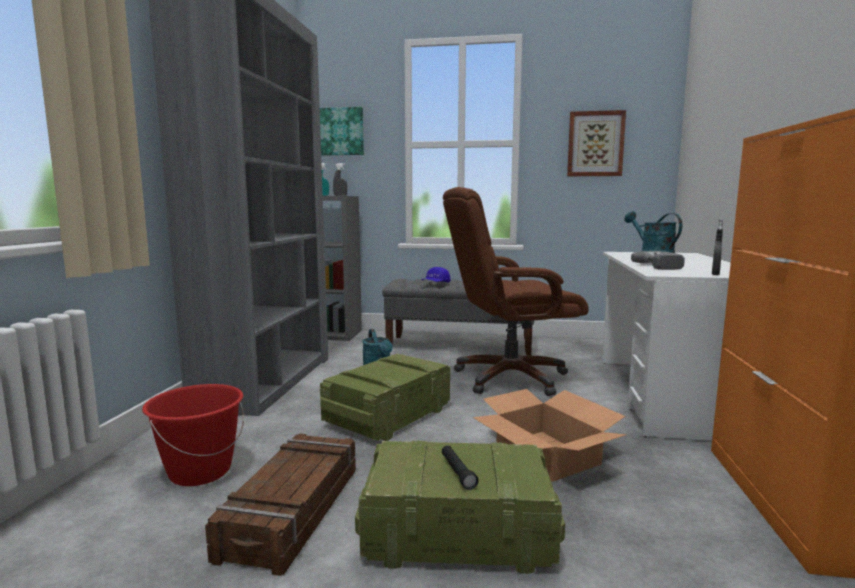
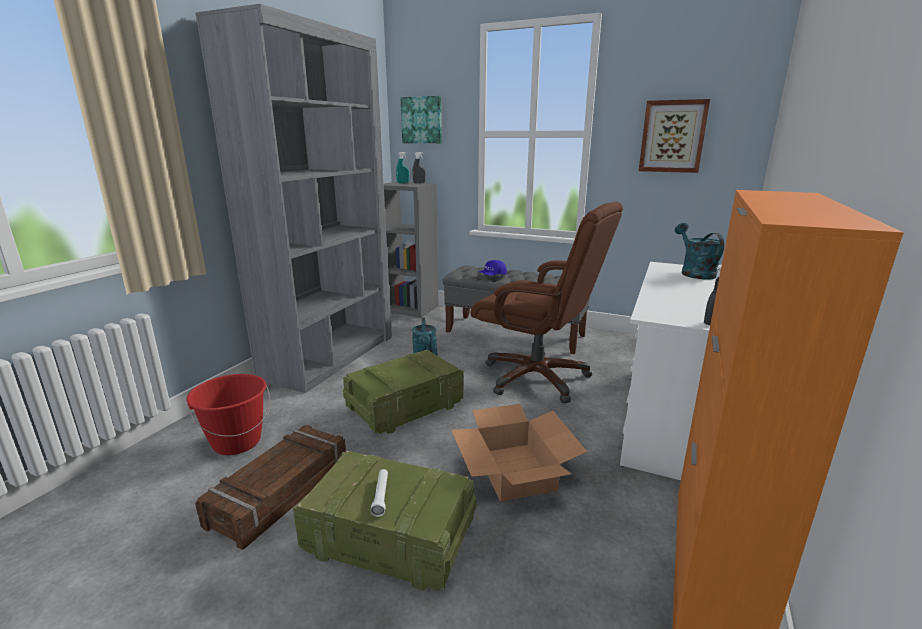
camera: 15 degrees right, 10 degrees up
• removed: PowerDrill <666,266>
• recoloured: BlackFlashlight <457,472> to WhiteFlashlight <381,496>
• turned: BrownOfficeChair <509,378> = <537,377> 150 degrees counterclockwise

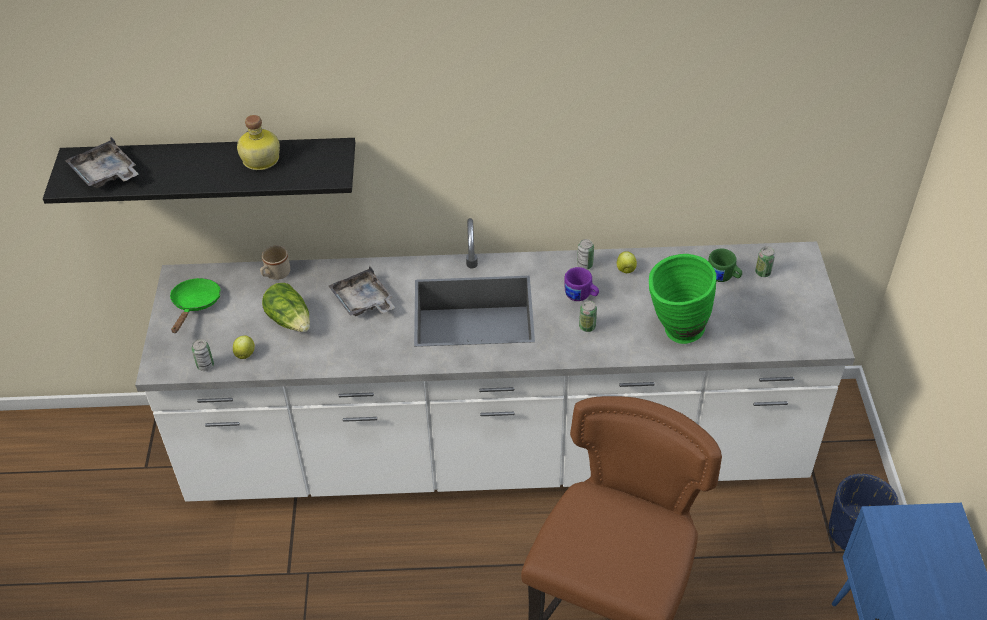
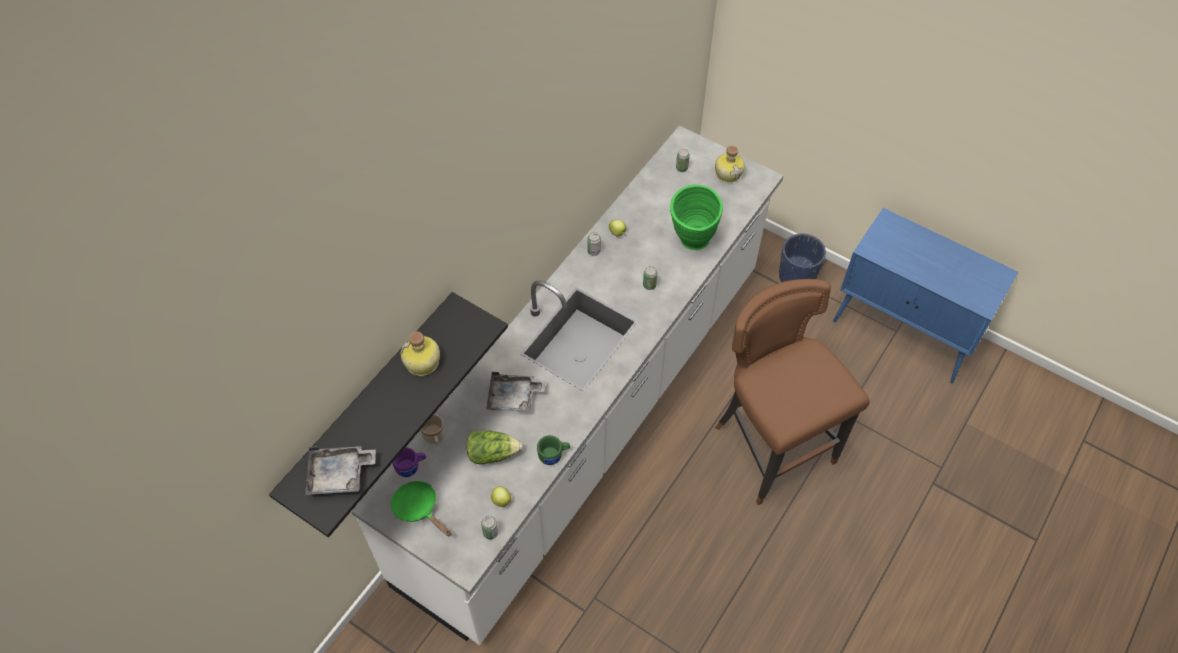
camera: 55 degrees left, 10 degrees up
• added: Bottle <728,173>
• moved: PurpleMug <581,296> to <411,467>
• moved: GreenMug <723,277> to <554,455>

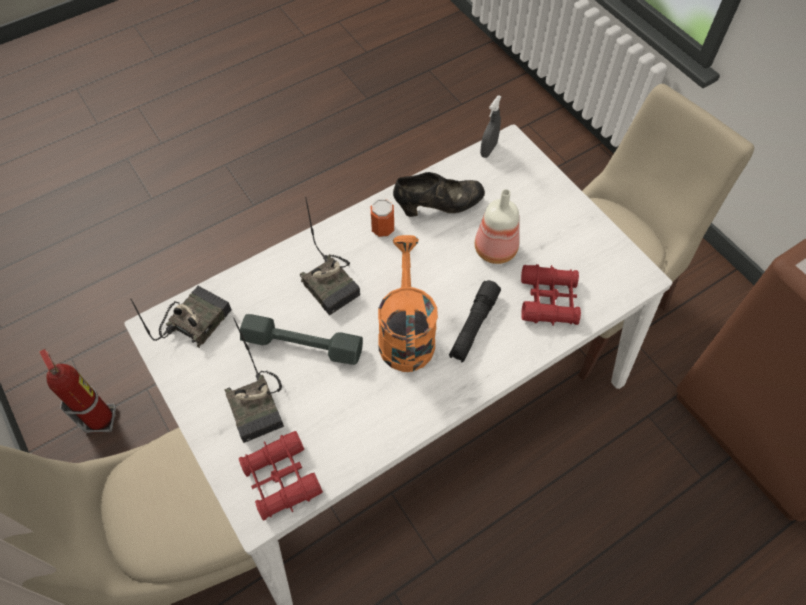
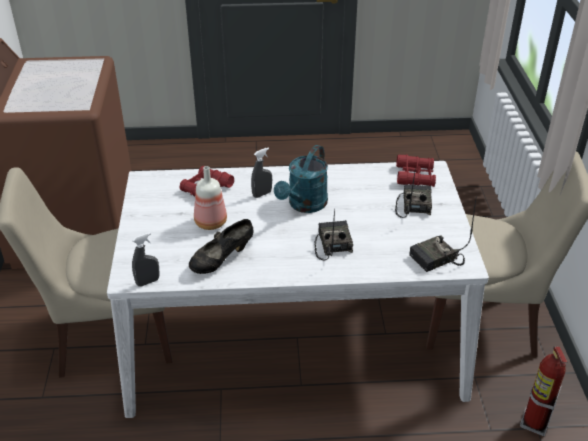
camera: 150 degrees left, 20 degrees down
• removed: GreyDumbbell <302,345>
• removed: Can <383,228>
• replaced: BlackFlashlight <473,326> to GreySprayBottle <262,194>
• recoloured: OrangeWateringCan <405,333> to TurquoiseWateringCan <304,205>
• turned: BlackShoe <439,206> = <222,260> 60 degrees counterclockwise

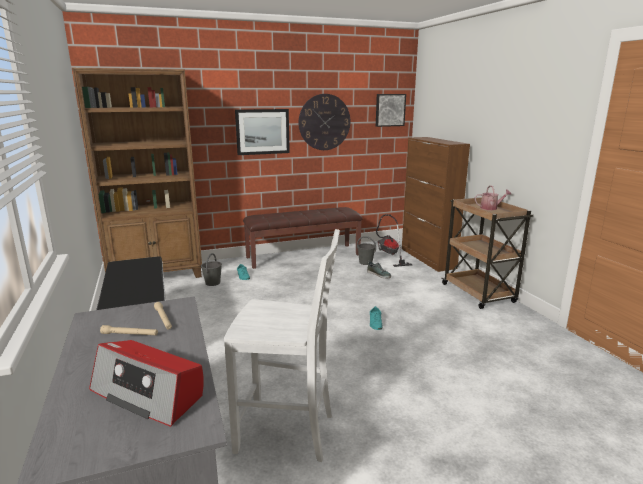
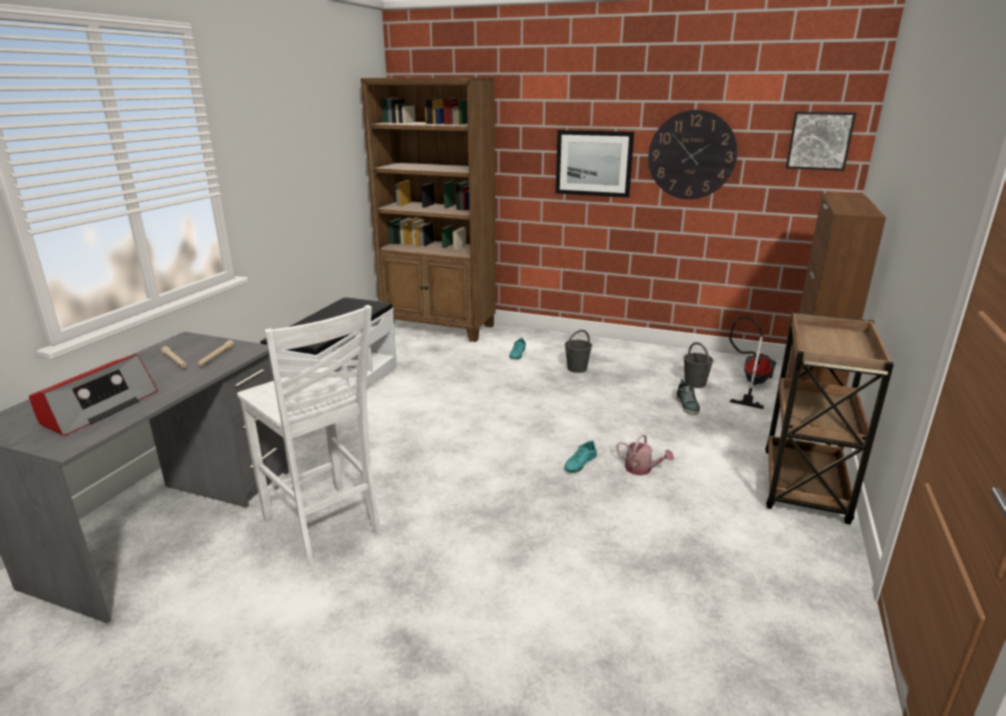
camera: 40 degrees right, 5 degrees up
• removed: BrownBench <303,256>
• moved: GreyBucket <213,283> to <577,368>
• moved: WateringCan <491,208> to <642,469>
• turned: Radio <149,393> = <98,408> 135 degrees counterclockwise

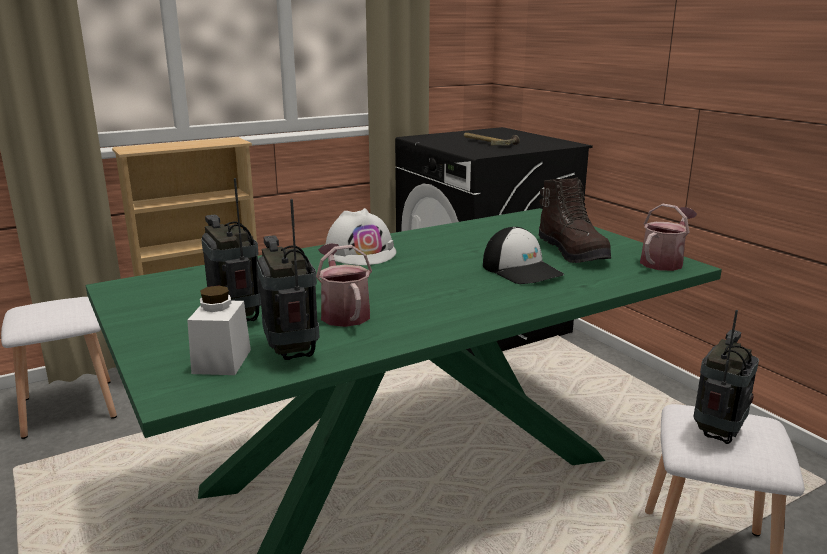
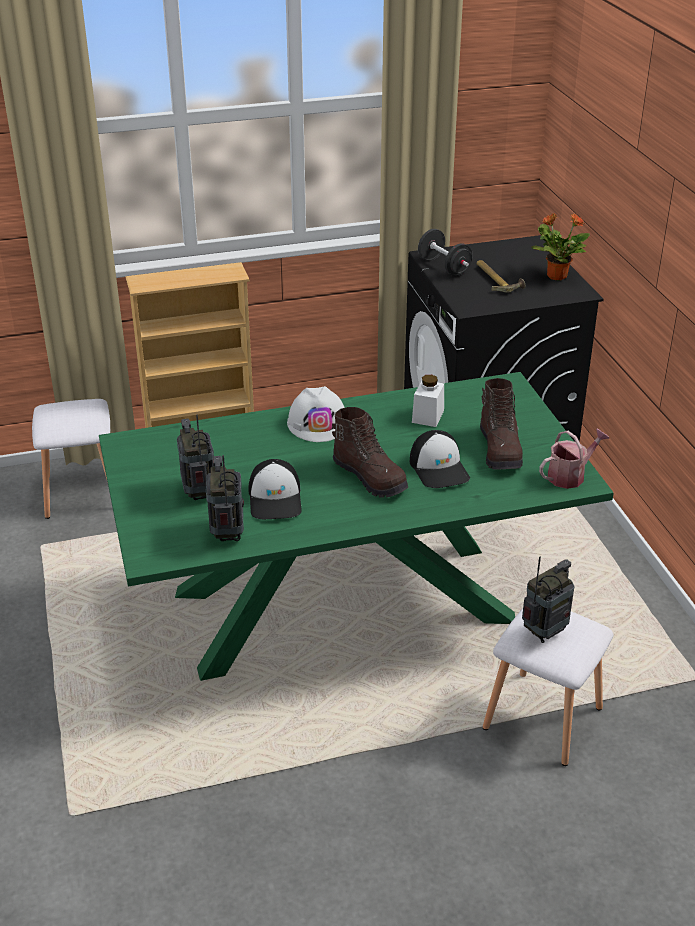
camera: 15 degrees right, 15 degrees up
• added: BrownBoot <370,477>
• added: BlackDumbbell <444,267>
• added: PottedPlant <556,276>
• moved: WhiteJar <222,361> to <428,416>
• replaced: WateringCan <343,313> to Cap <276,499>

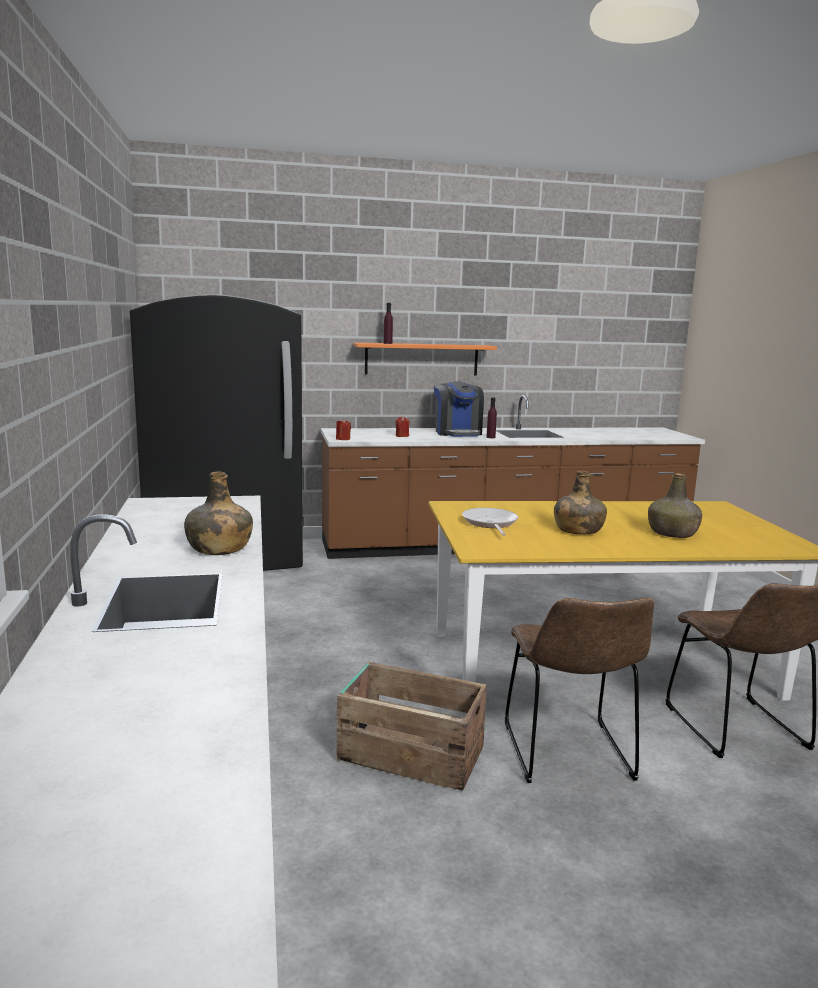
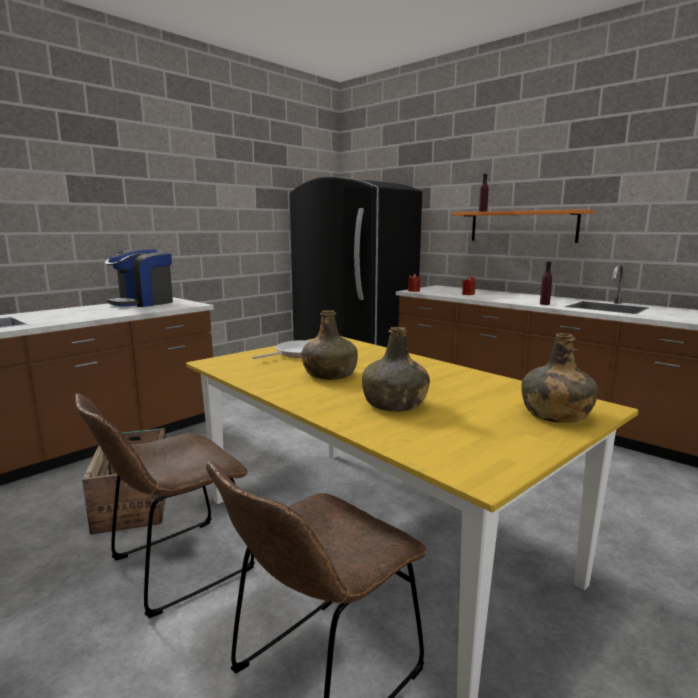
camera: 55 degrees right, 0 degrees up
• moved: GreenBottle <219,548> to <555,414>
• moved: CoffeeMachine <457,433> to <143,303>

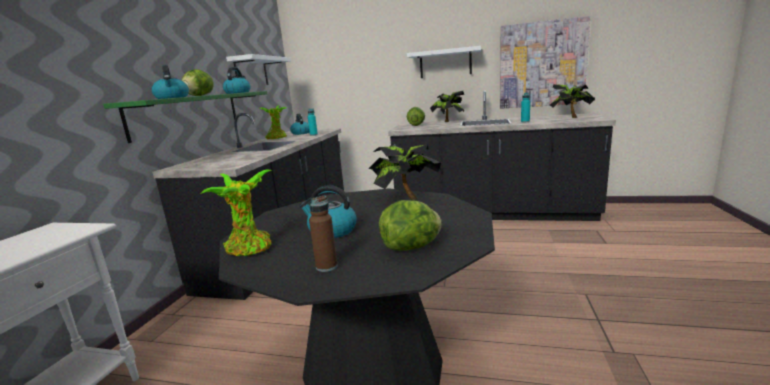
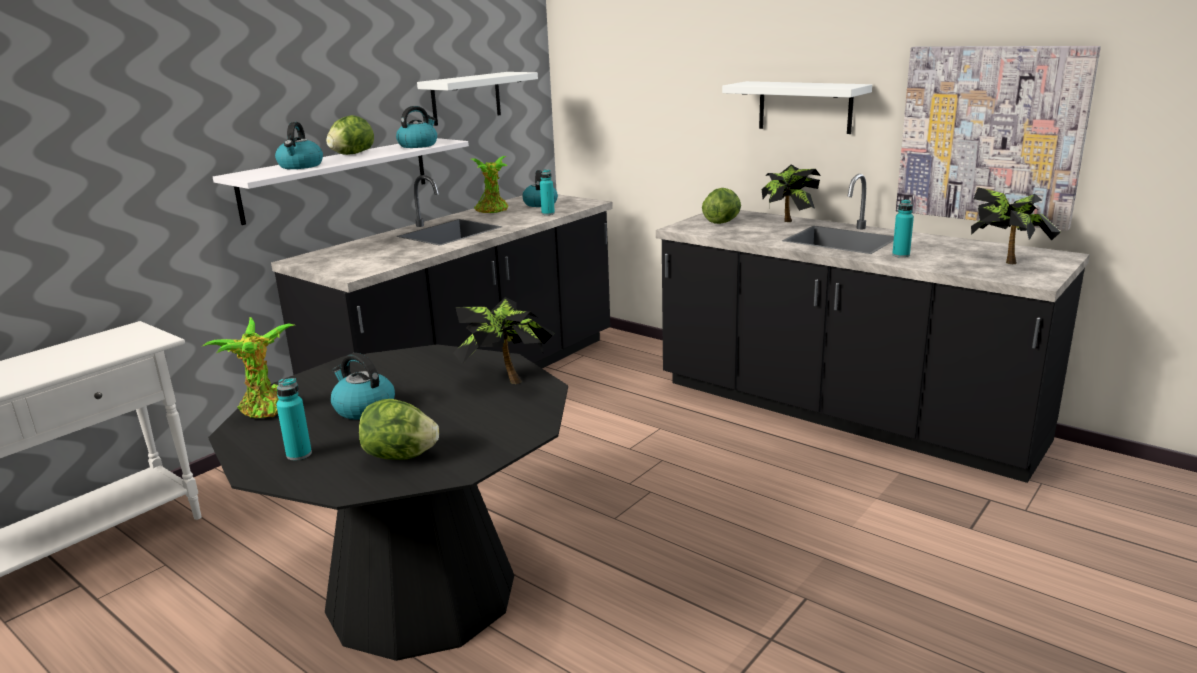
camera: 25 degrees right, 5 degrees up
• recoloured: GreenShelf <188,114> to WhiteShelf <337,179>
• recoloured: BrownBottle <326,267> to TurquoiseBottle <299,454>

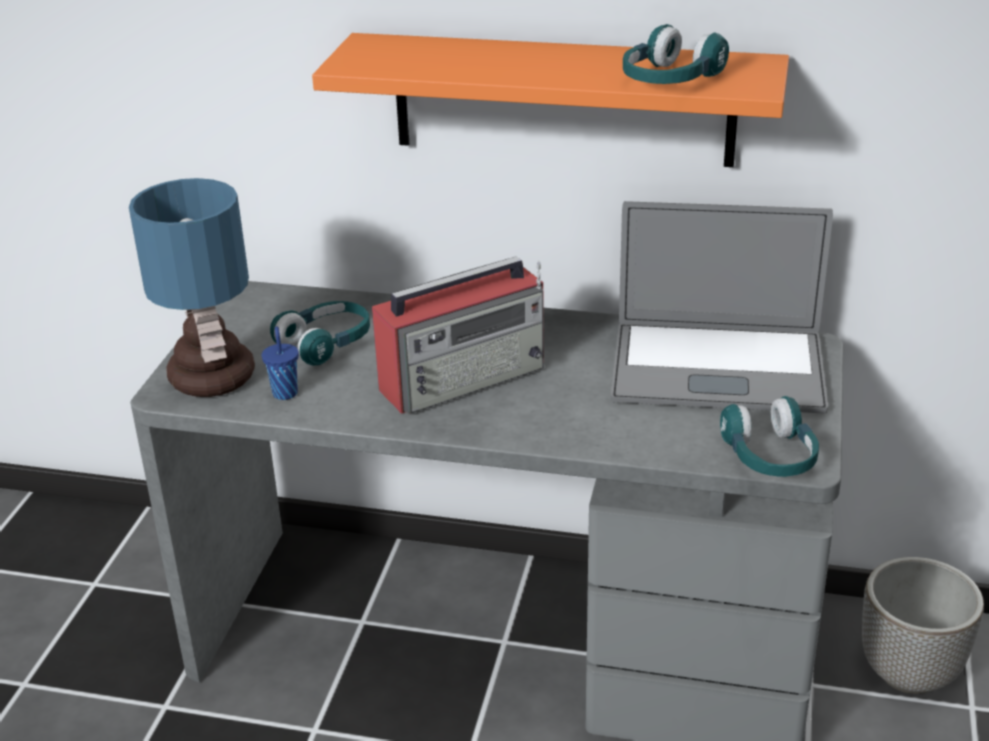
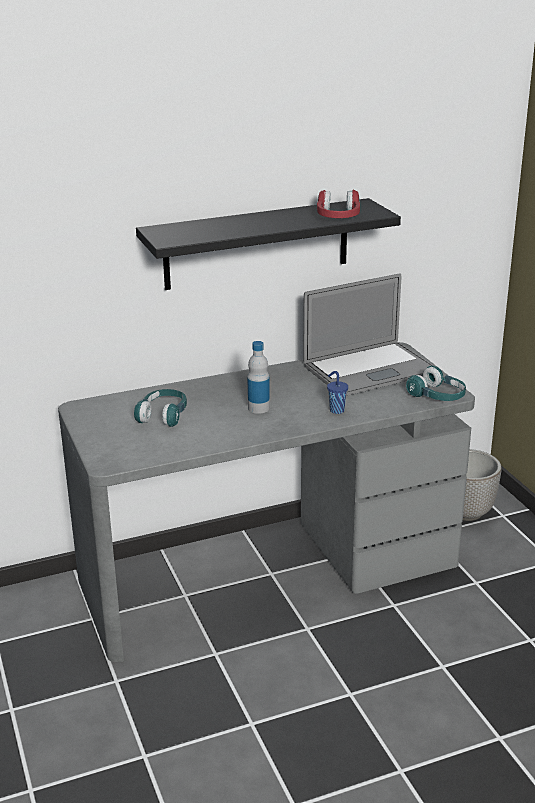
camera: 35 degrees left, 5 degrees down
• removed: TableLamp <210,376>
• moved: BlueCup <285,392> to <336,410>
• replaced: Radio <465,378> to Bottle <258,408>
• recoloured: OrangeShelf <563,99> to BlackShelf <257,244>
• recoloured: TurquoiseHeadphones <669,80> to RedHeadphones <338,217>

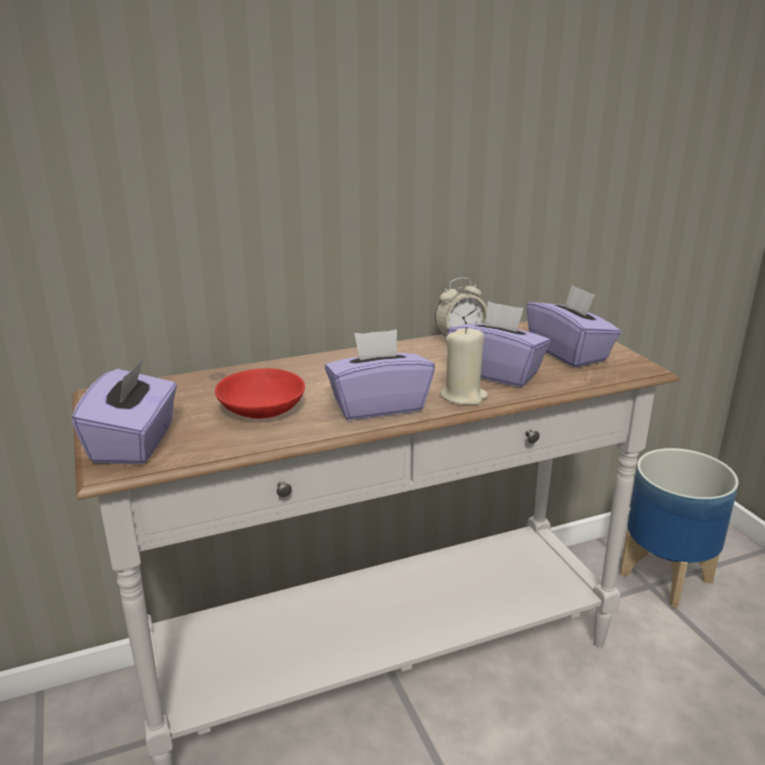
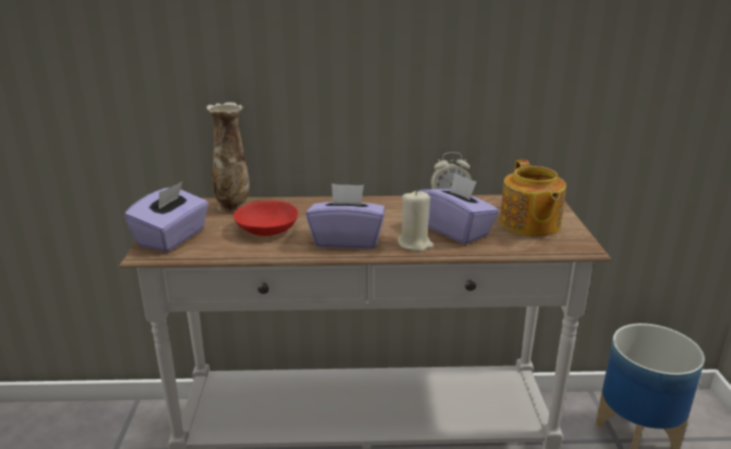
camera: 20 degrees right, 0 degrees up
• added: Vase <233,207>
• replaced: PurpleTissueBox <569,353> to Teapot <529,224>

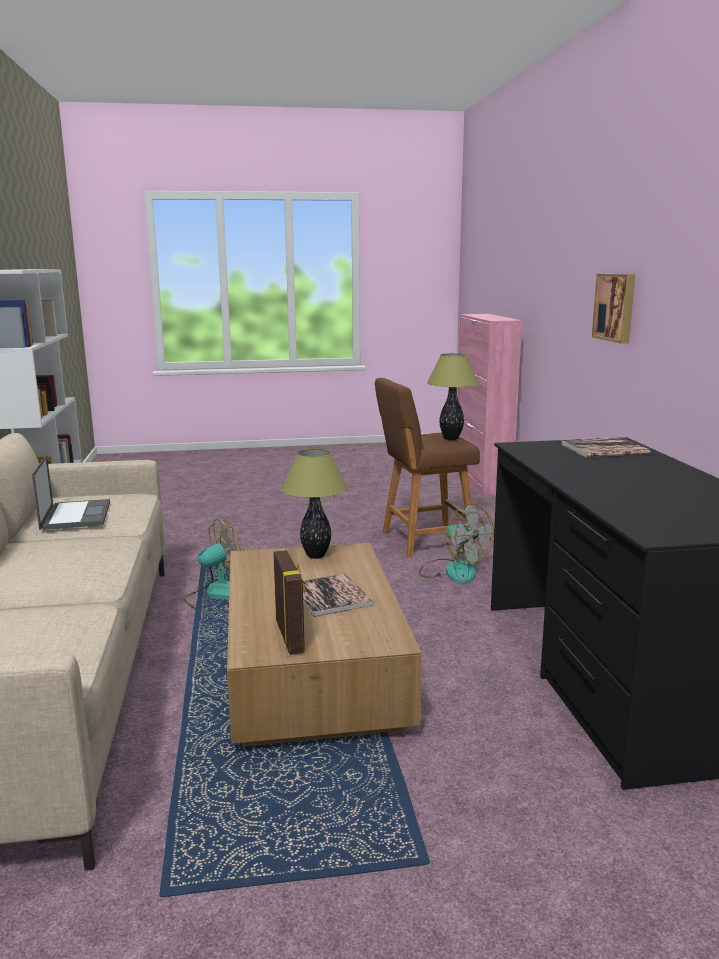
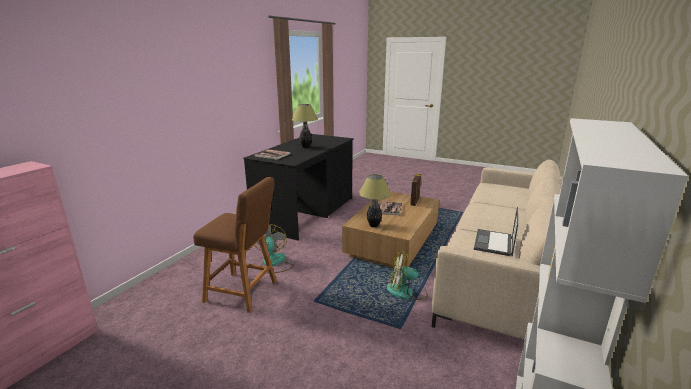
camera: 145 degrees left, 5 degrees up
• removed: Picture <616,307>
• moved: TableLamp <450,438> to <306,147>

